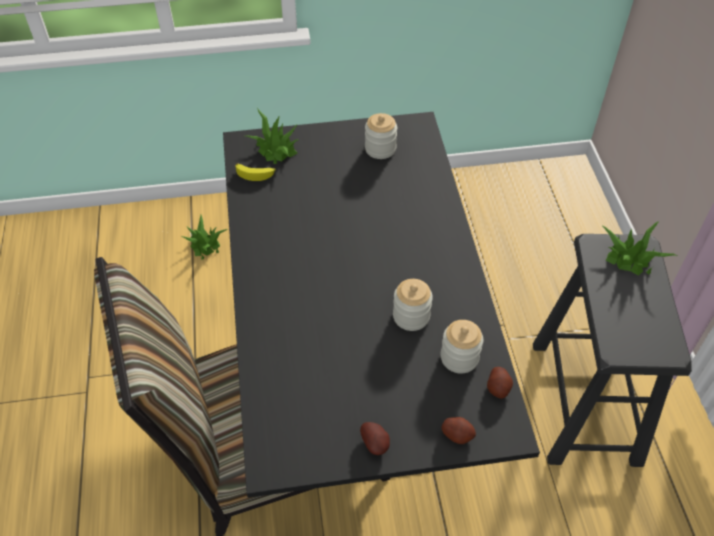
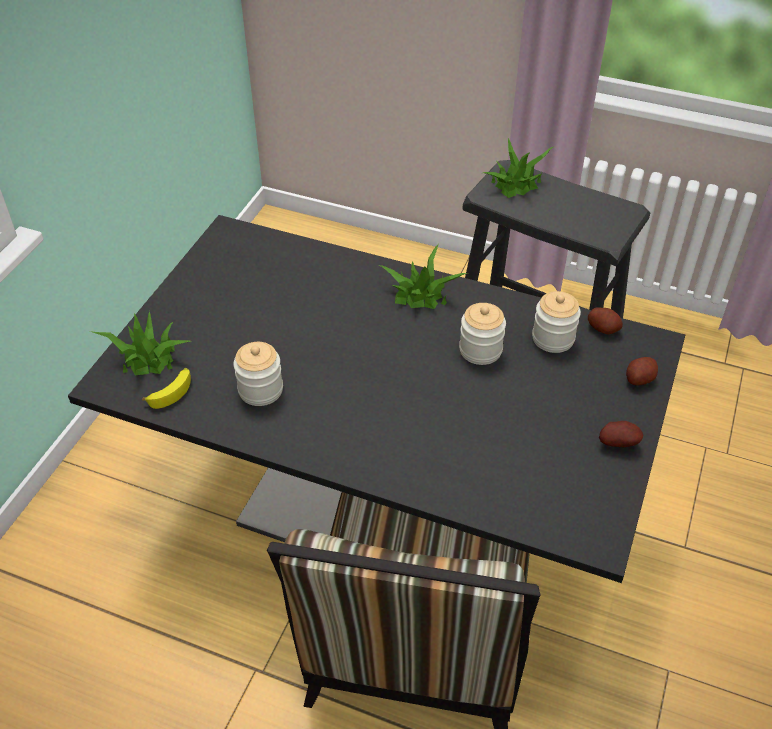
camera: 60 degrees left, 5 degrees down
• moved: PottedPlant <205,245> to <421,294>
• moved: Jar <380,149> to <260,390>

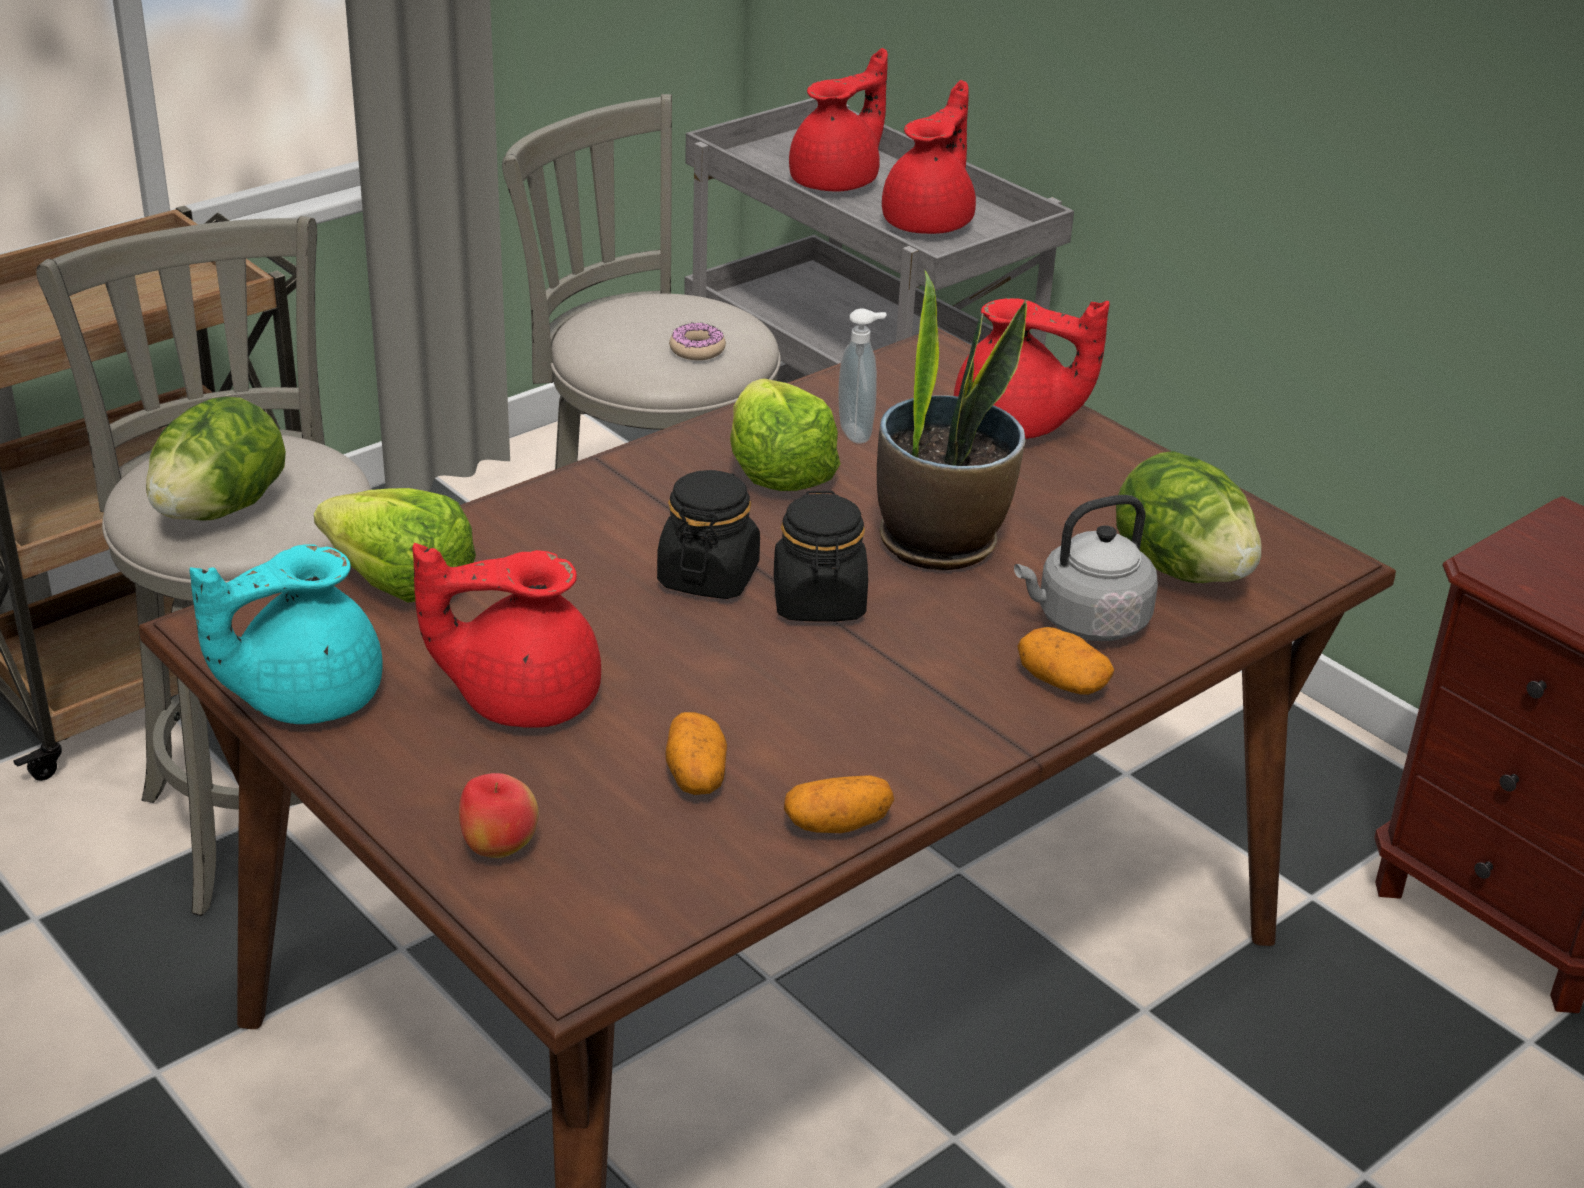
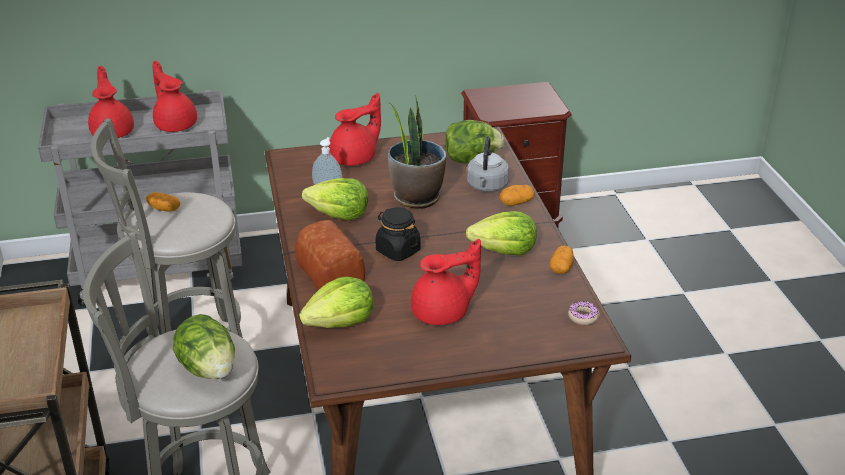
camera: 60 degrees left, 0 degrees up
• removed: TurquoiseTeapot <303,697>
• removed: Apple <498,848>
• removed: BlackJar <819,602>
• added: Bread <331,270>
• added: Lettuce <504,250>
• moved: Potato <696,775> to <164,209>
• moved: Donut <697,350> to <583,317>
• turned: RedTeapot <521,698> = <443,313> 135 degrees counterclockwise

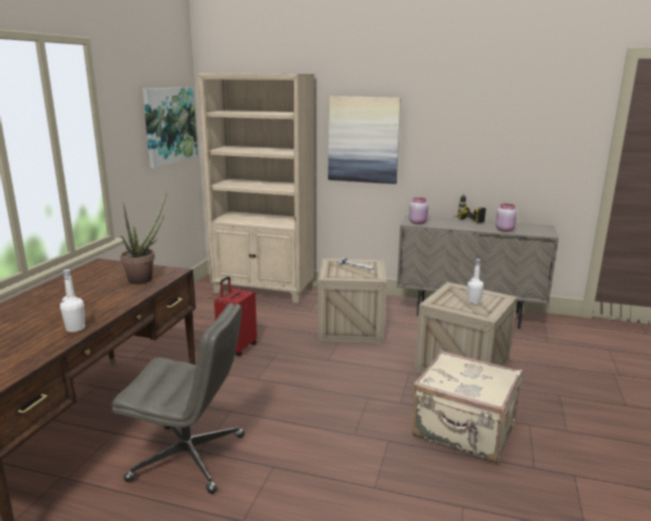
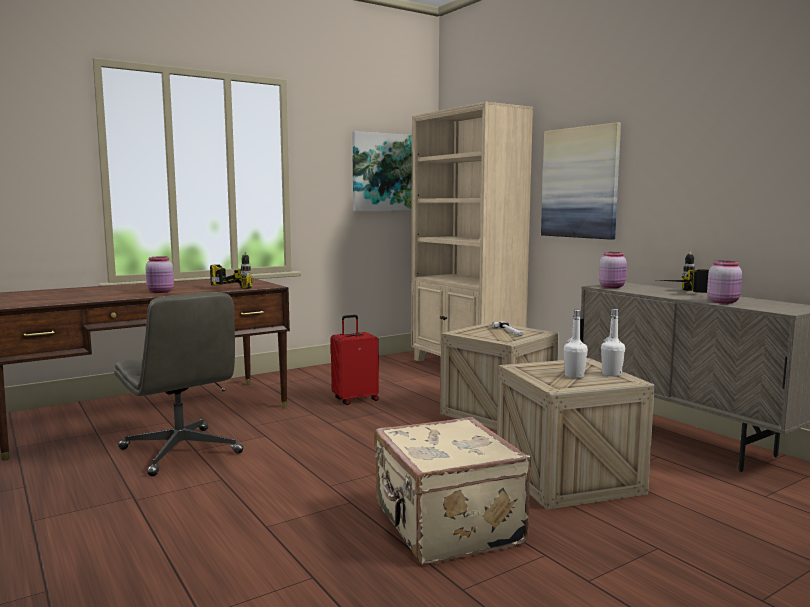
camera: 40 degrees right, 10 degrees down
• added: PinkJar <161,292>
• moved: WhiteBottle <75,328> to <611,374>
• replaced: PottedPlant <145,278> to PowerDrill <239,286>

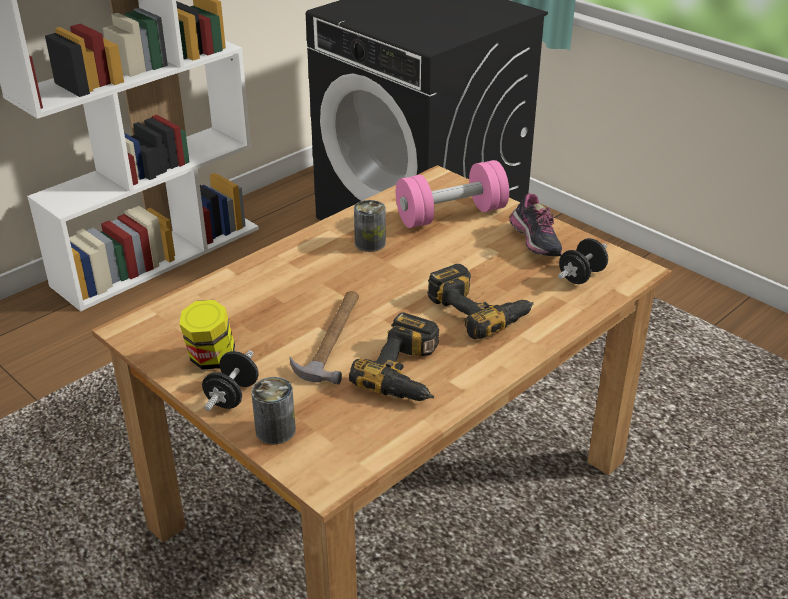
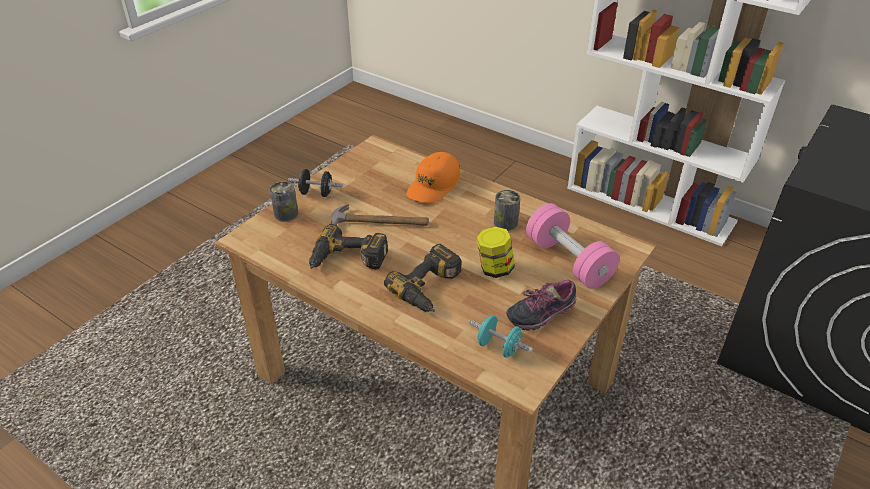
camera: 80 degrees right, 5 degrees up
• added: OrangeCap <433,185>
• moved: Jar <211,359> to <494,269>
• recoloured: BlackDumbbell <581,276> to TurquoiseDumbbell <498,347>

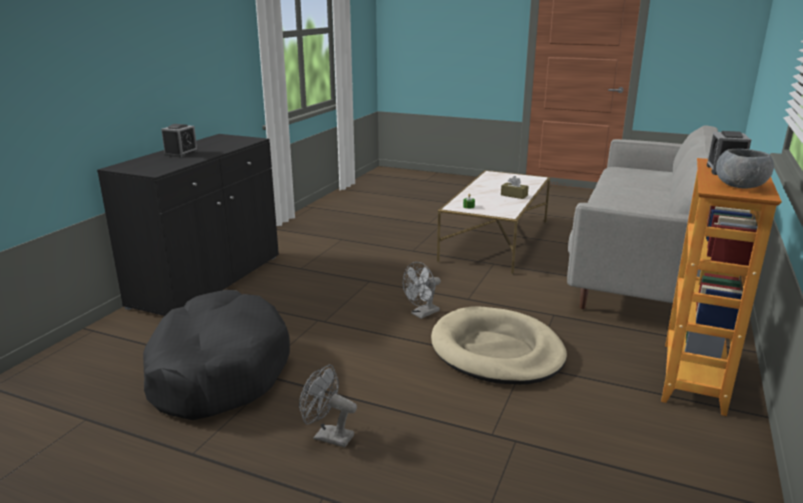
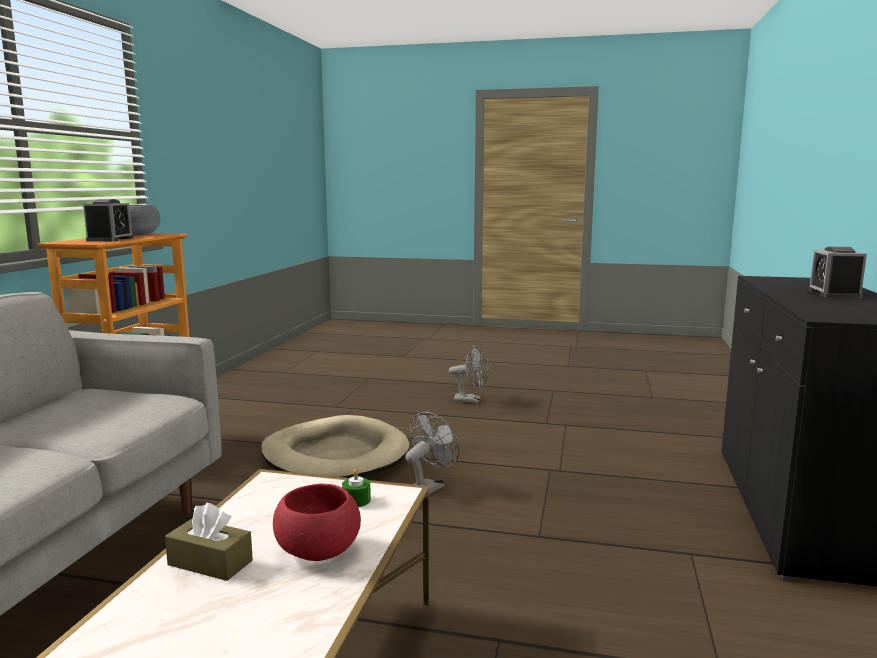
camera: 170 degrees right, 10 degrees down
• removed: BlackDogBed <217,370>
• added: RedBowl <318,551>

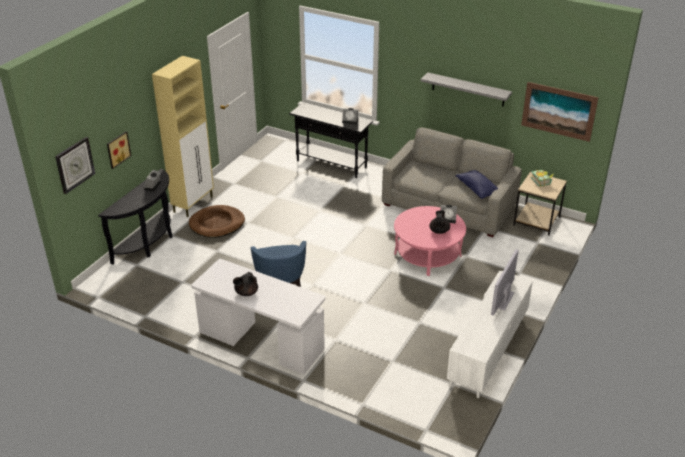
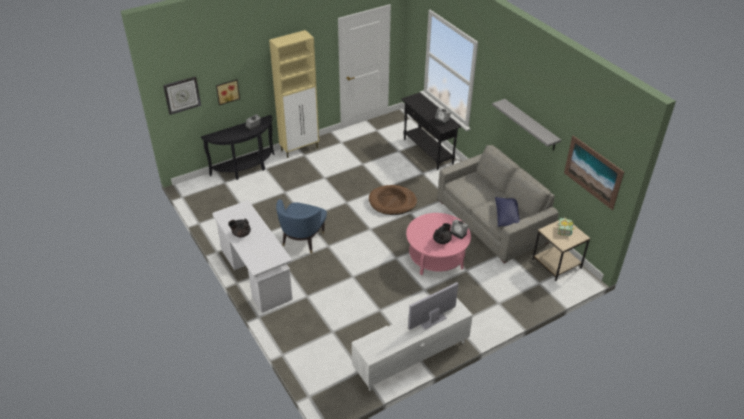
camera: 30 degrees right, 5 degrees up
• moved: BrownDogBed <217,224> to <392,202>

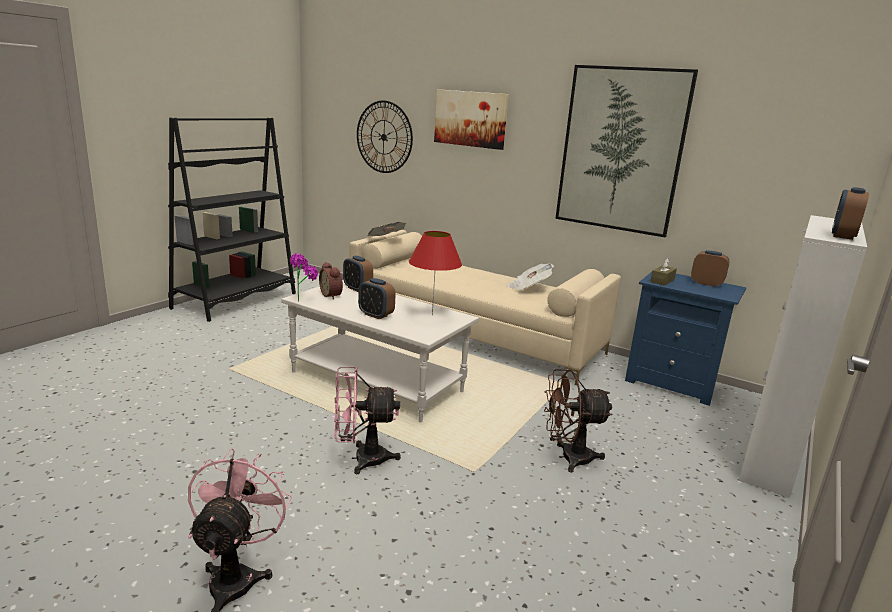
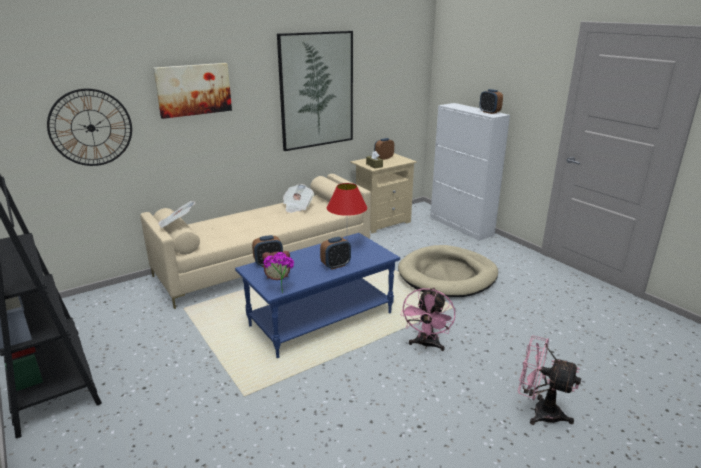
camera: 65 degrees left, 5 degrees up
• replaced: BrownFan <568,457> to BeigeDogBed <447,275>
• recoloured: WhiteCoffeeTable <378,382> to BlueCoffeeTable <321,319>
• recoloured: BlueNightstand <672,383> to BeigeNightstand <381,222>

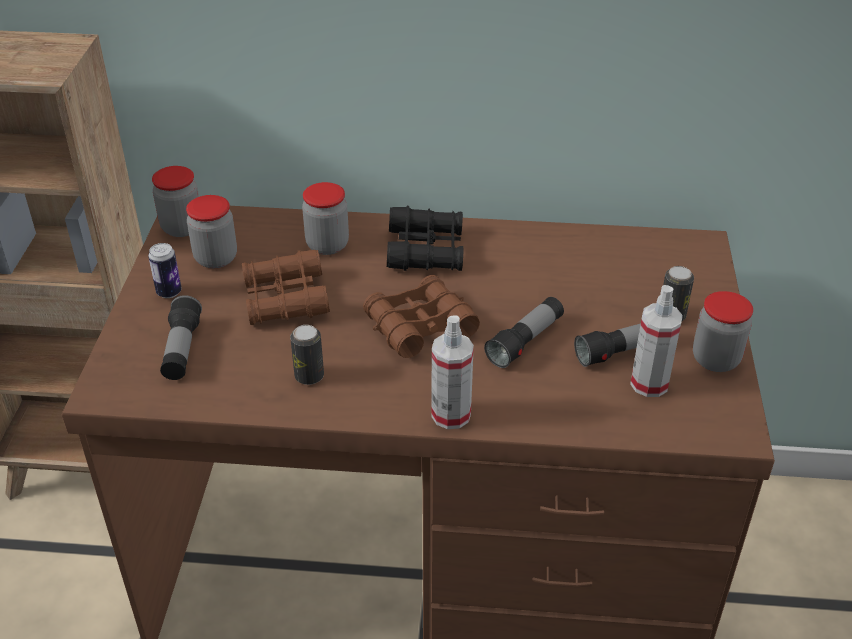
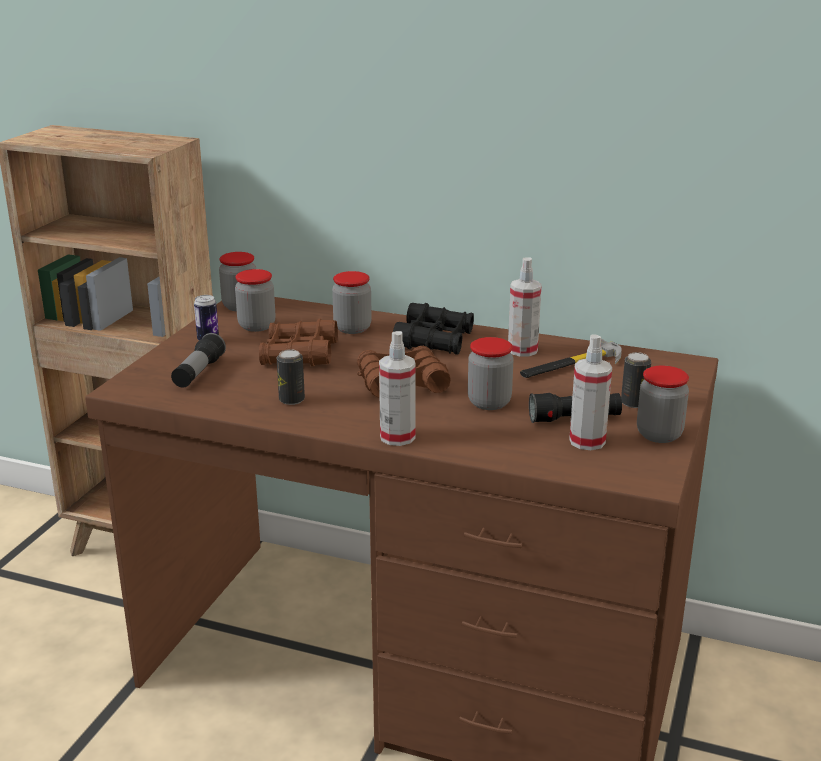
camera: 15 degrees right, 15 degrees down
• added: SprayBottle <522,350>
• added: Hammer <571,365>
• replaced: Flashlight <525,341> to Jar <489,402>

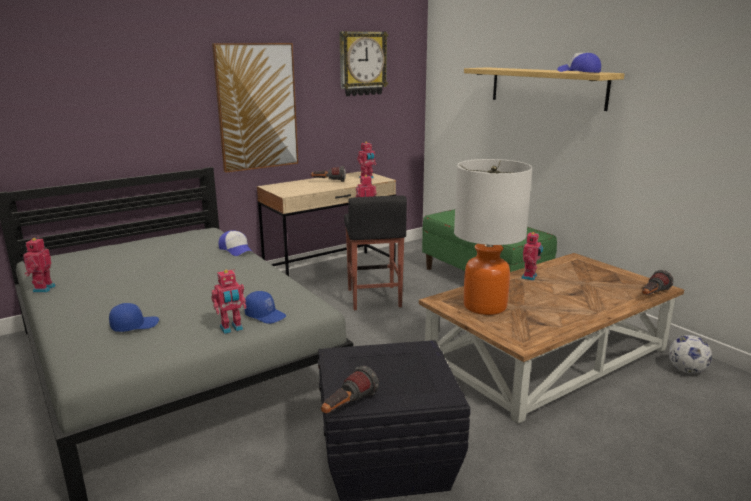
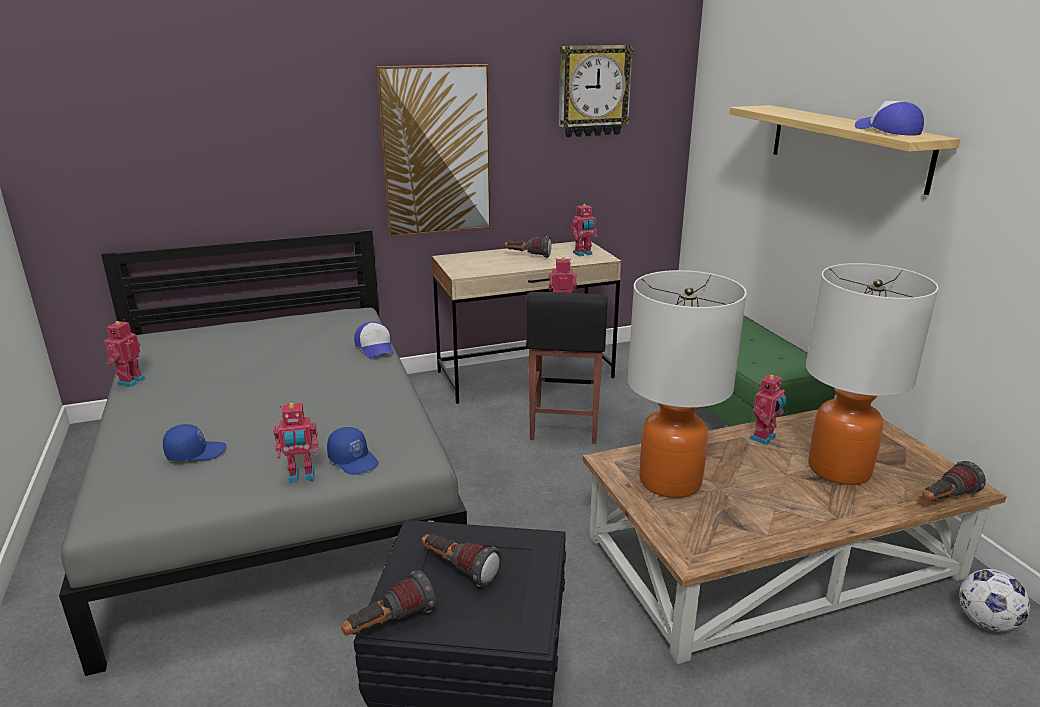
camera: 15 degrees right, 5 degrees up
• added: Flashlight <458,569>
• added: TableLamp <838,469>

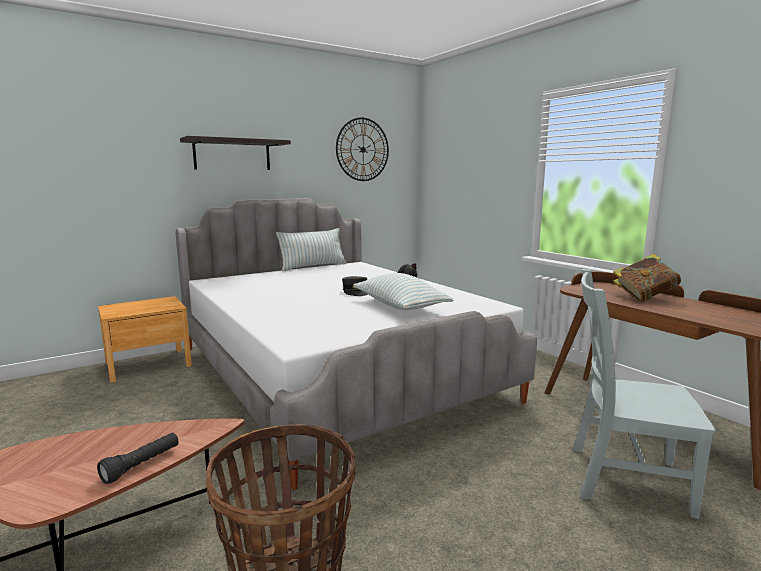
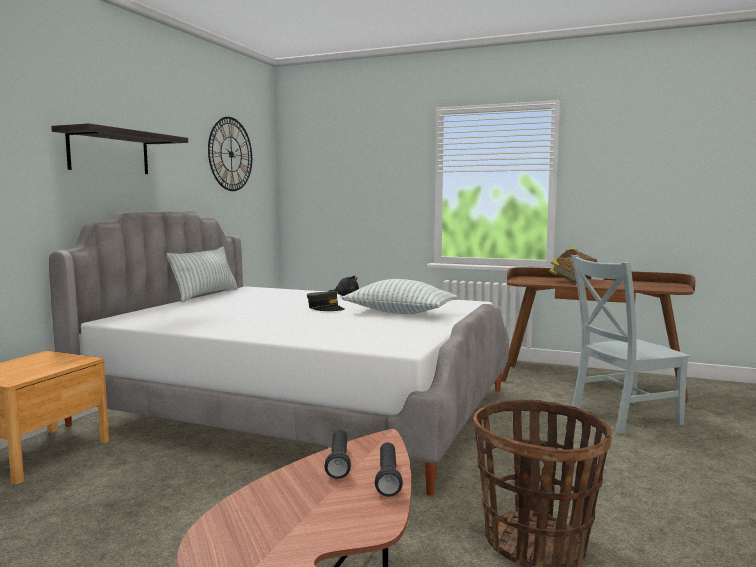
camera: 35 degrees left, 5 degrees down
• added: BlackFlashlight <338,462>

